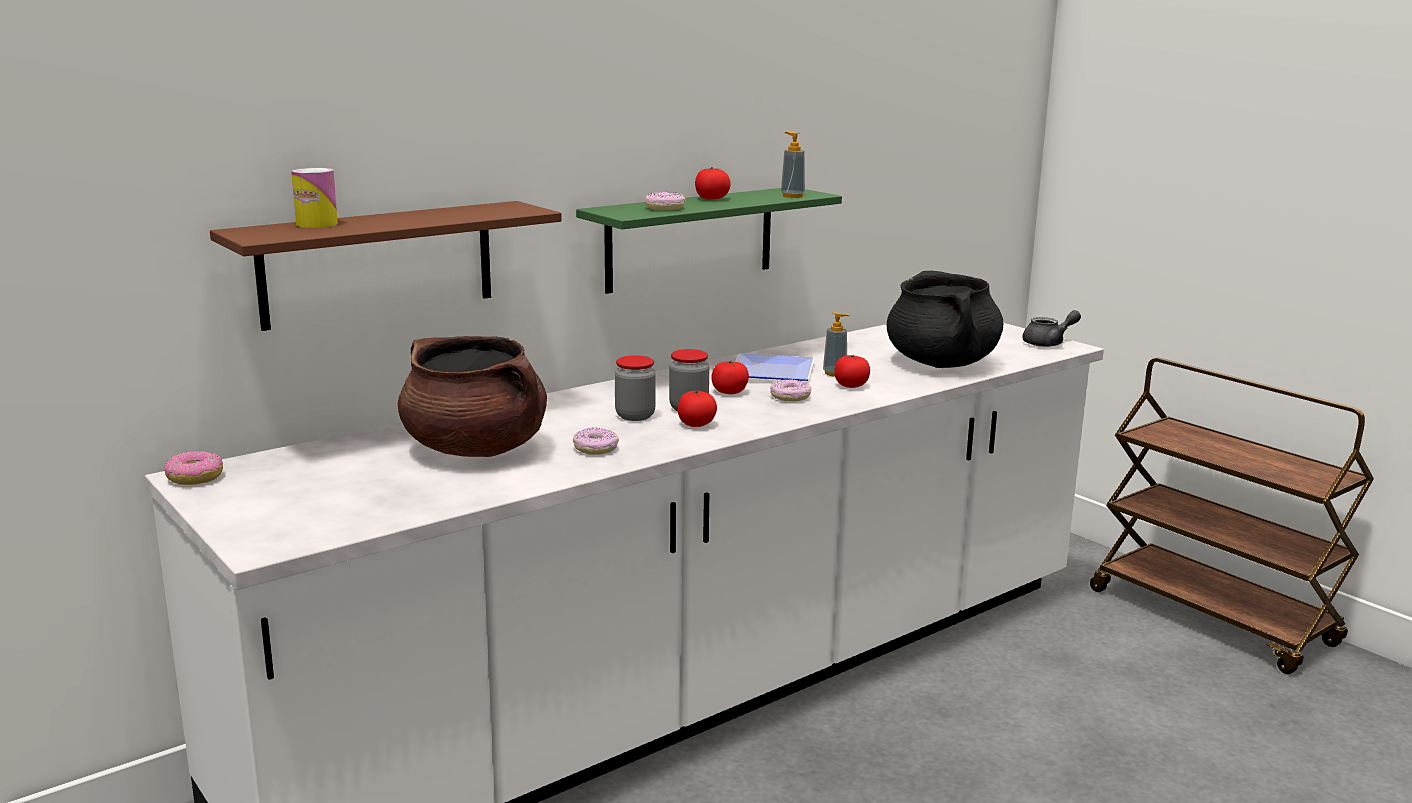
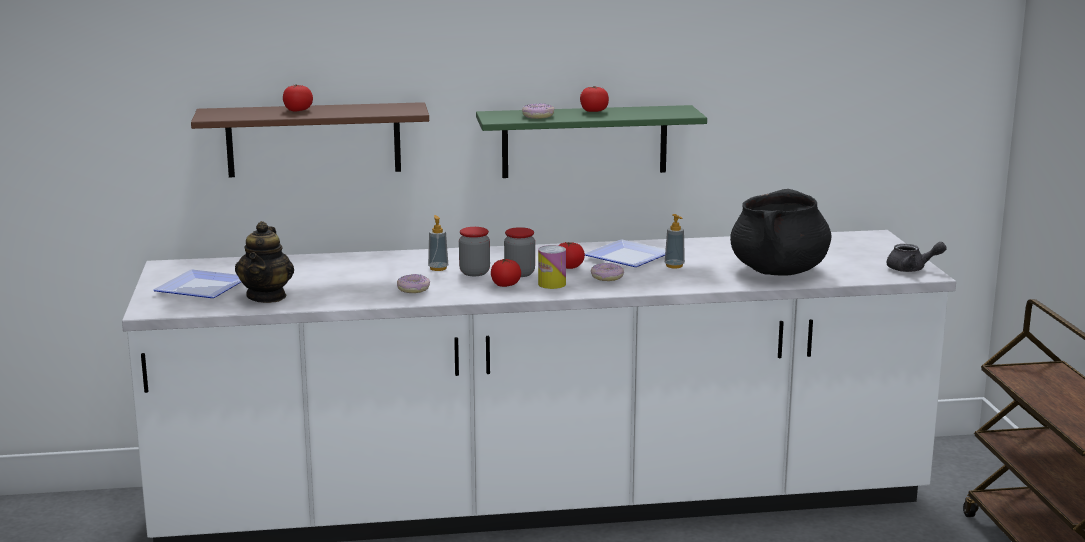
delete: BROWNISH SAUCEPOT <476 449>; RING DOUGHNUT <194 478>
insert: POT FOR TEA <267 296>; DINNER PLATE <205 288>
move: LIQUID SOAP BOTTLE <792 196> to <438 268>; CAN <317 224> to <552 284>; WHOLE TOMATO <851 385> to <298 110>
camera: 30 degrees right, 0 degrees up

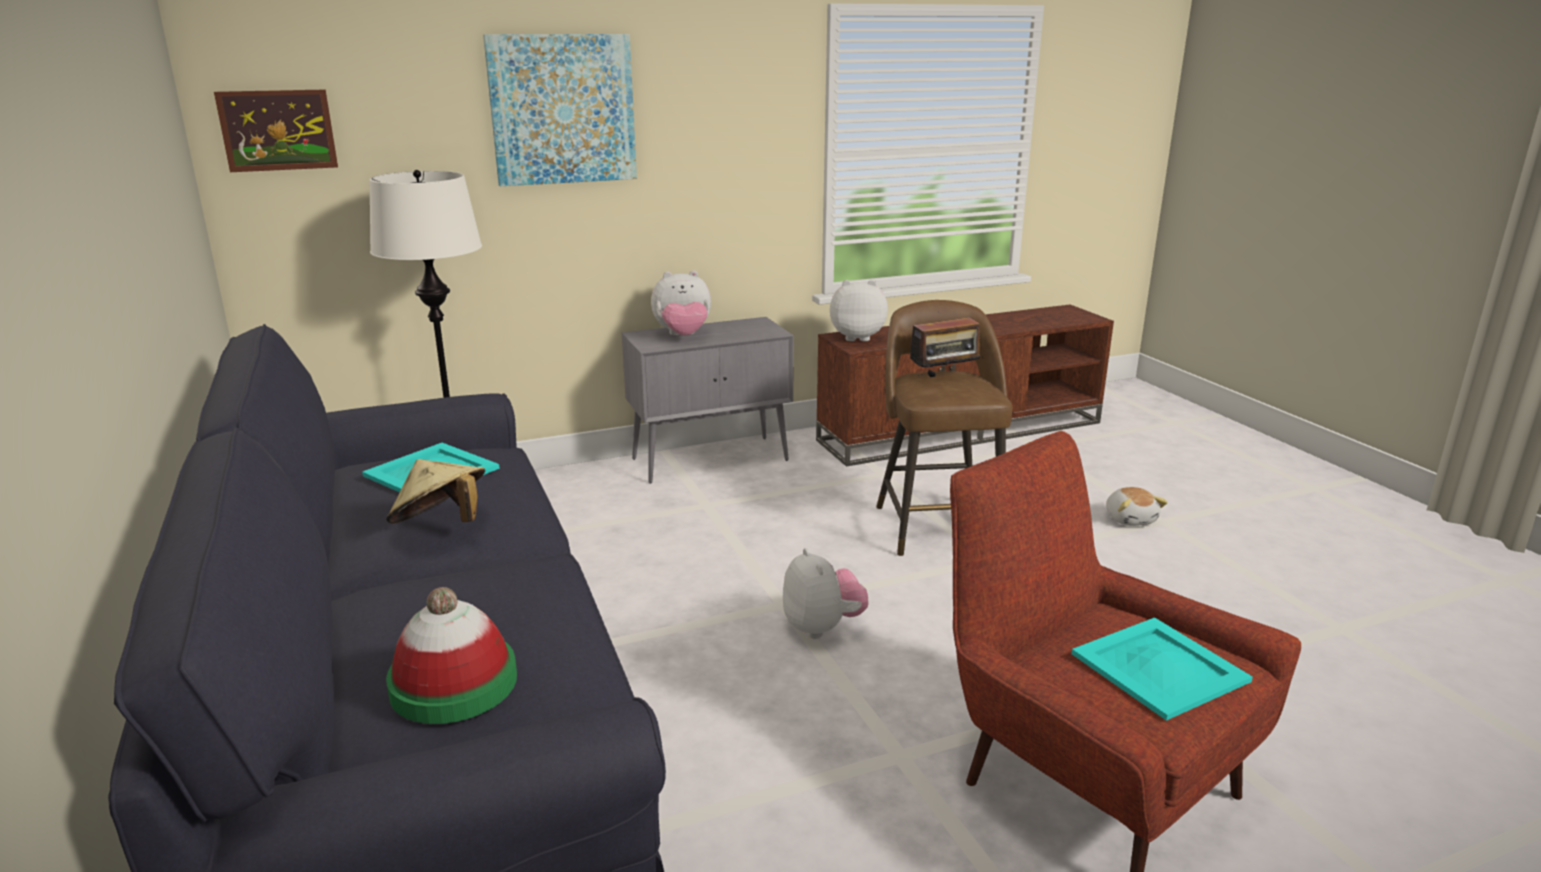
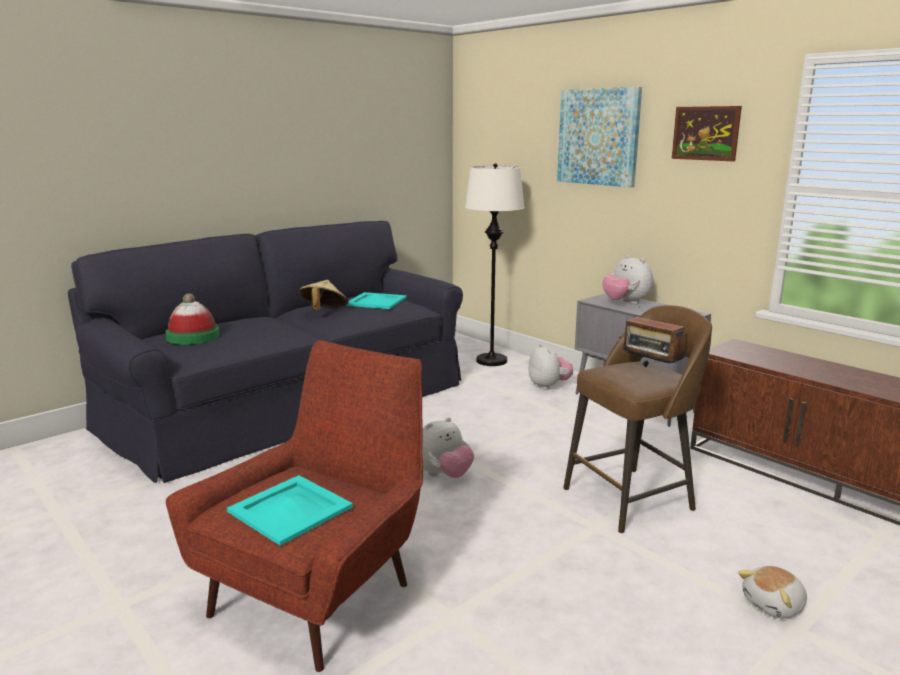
move: WALL ART <278 130> to <705 133>; CUDDLY TOY <857 337> to <549 386>
camera: 70 degrees right, 5 degrees down

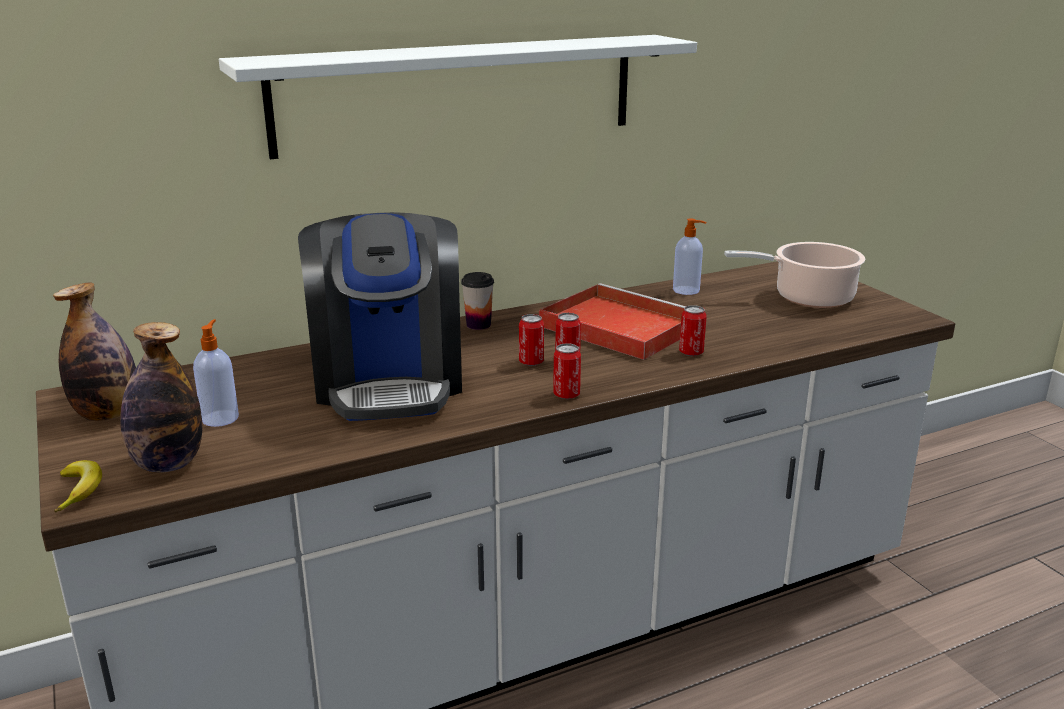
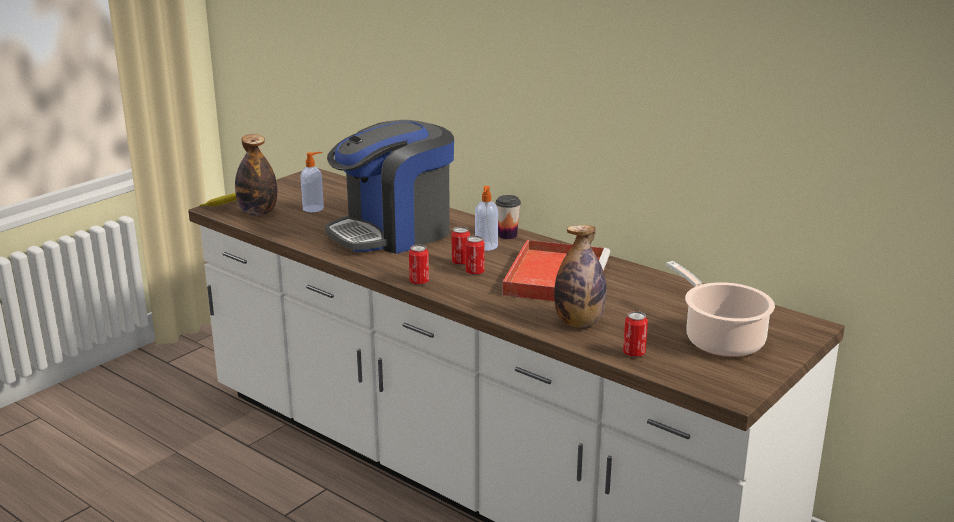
delete: WHITE-COLOURED SHELF <459 93>
move: LIQUID SOAP BOTTLE <687 290> to <486 247>; BEVERAGE BOTTLE <108 414> to <579 323>; CAN <691 352> to <634 353>
camera: 65 degrees right, 0 degrees up

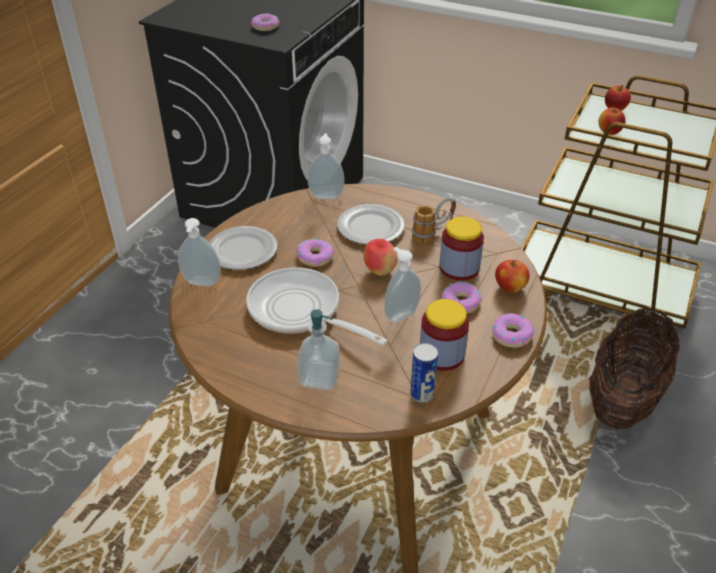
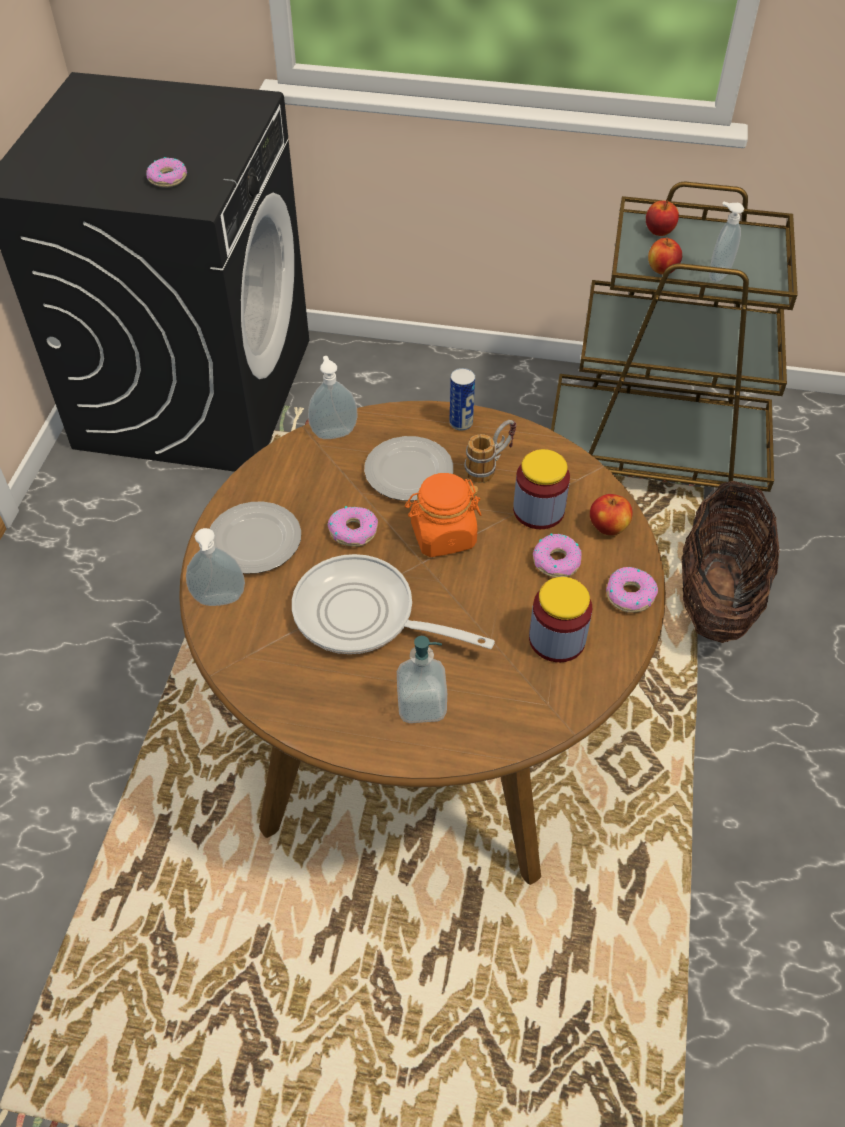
move: LIQUID SOAP BOTTLE <400 314> to <717 274>; CAN <422 394> to <461 423>
replace: WHOLE APPLE <380 271> to ORANGEY STORAGE JAR <443 536>
camera: 15 degrees left, 10 degrees up

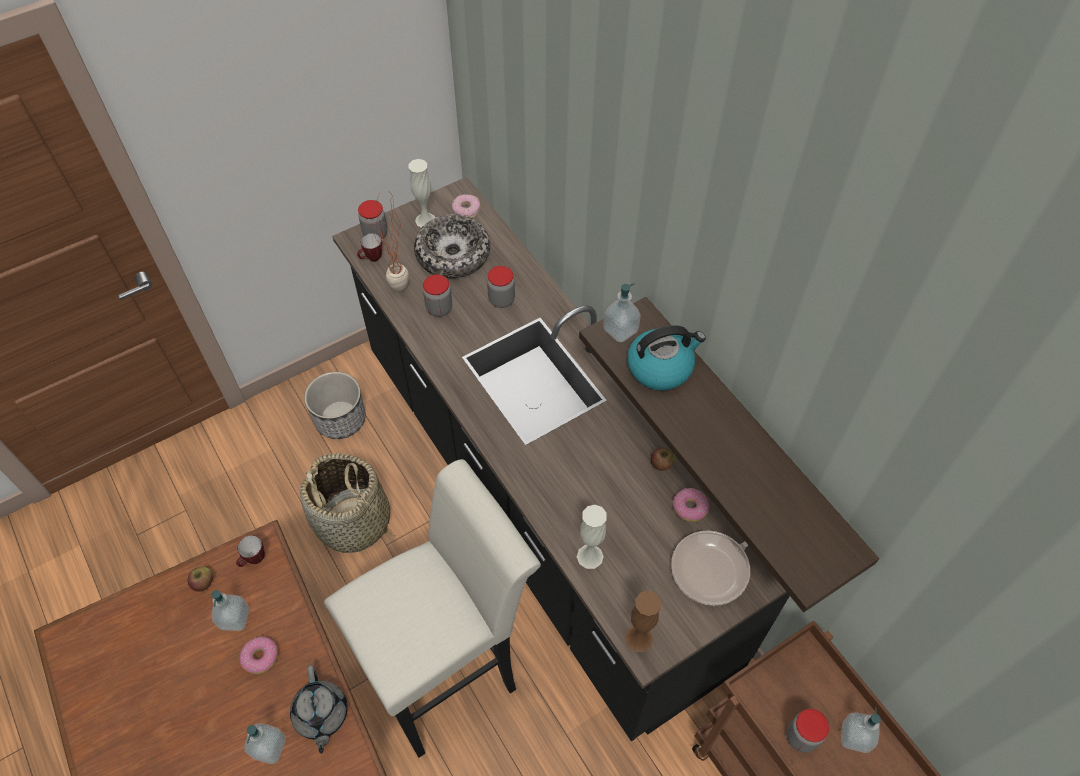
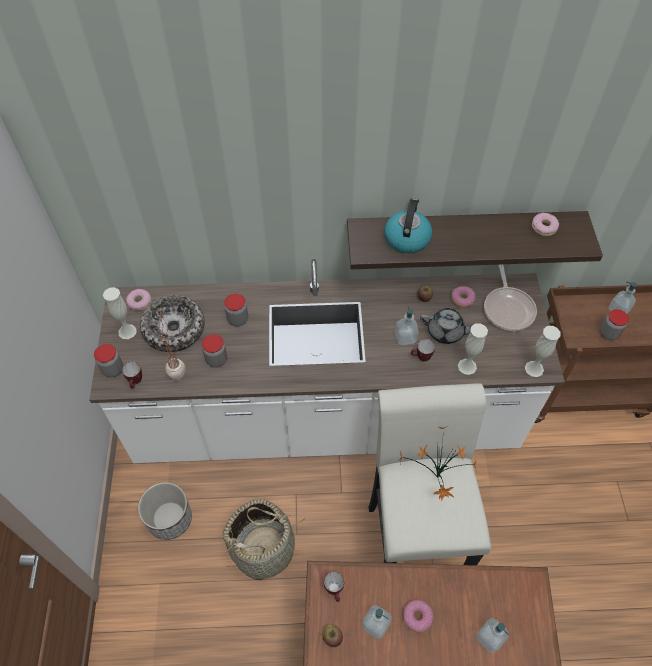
insert: RING DOUGHNUT <543 227>; TEA MUG <421 358>; POTTED PLANT <436 479>
move: LIQUID SOAP BOTTLE <620 330> to <405 337>; GRAY POT FOR TEA <321 715> to <446 332>
recolor: BLACK-COLOURED KITCHEN COUNTER <540 502> to WHITE-COLOURED KITCHEN COUNTER <326 419>; BROWNISH DECORATIVE VASE <638 638> to WHITE-COLOURED DECORATIVE VASE <534 368>
camera: 60 degrees left, 0 degrees up

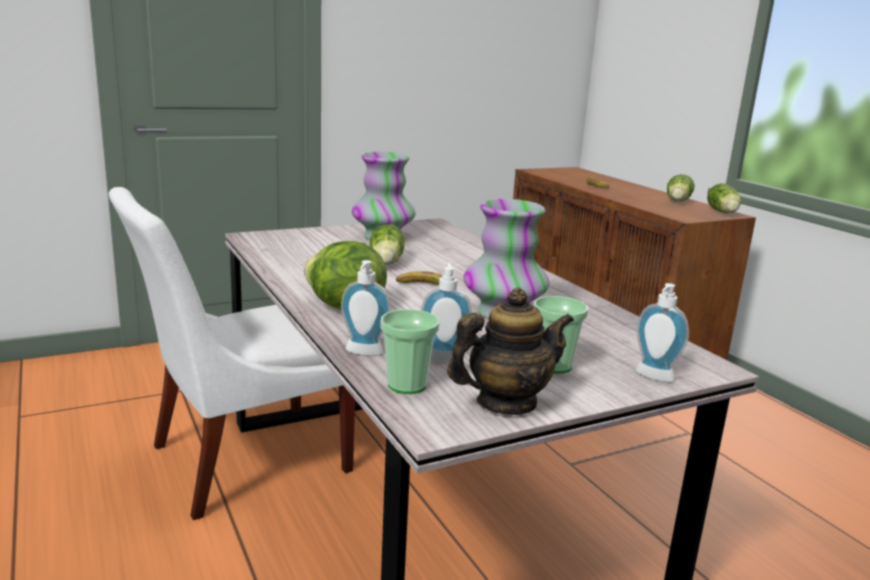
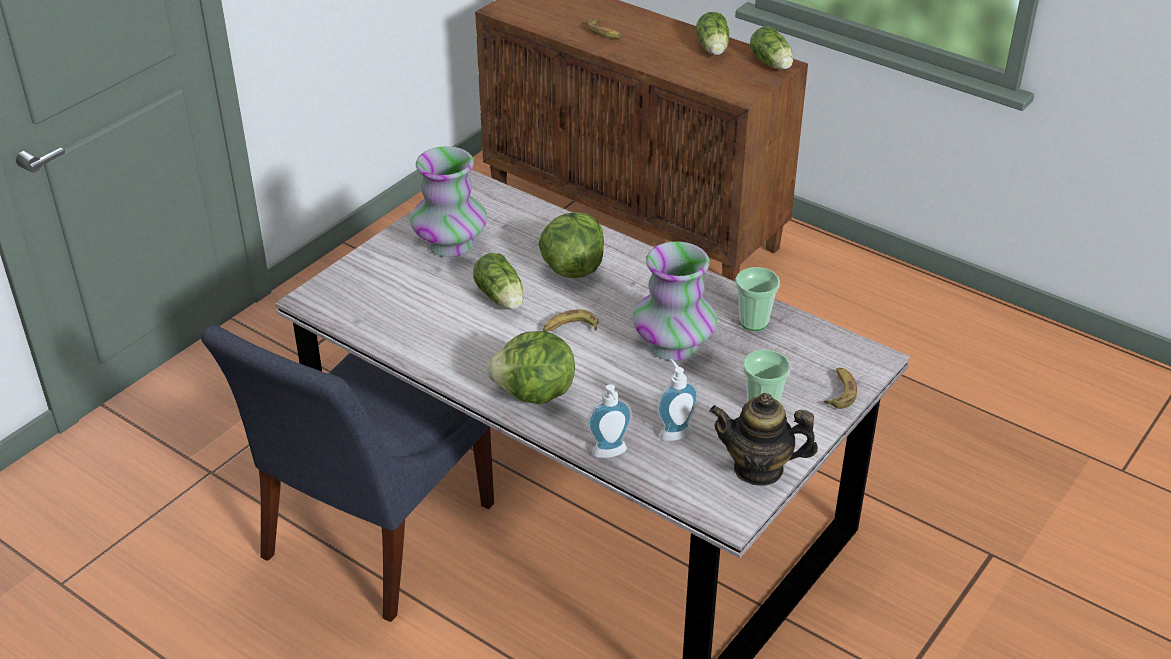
insert: HEAD OF LETTUCE <572 268>
move: DRINKING CUP <407 385> to <753 322>
replace: LIQUID SOAP BOTTLE <653 377> to BANANA <839 391>
recolor: WHITE-COLOURED PLAIN CHAIR <241 460> to BLUE-COLOURED PLAIN CHAIR <371 537>
rotate: POT FOR TEA <506 403> = <759 469> 120 degrees counterclockwise
camera: 25 degrees left, 20 degrees up

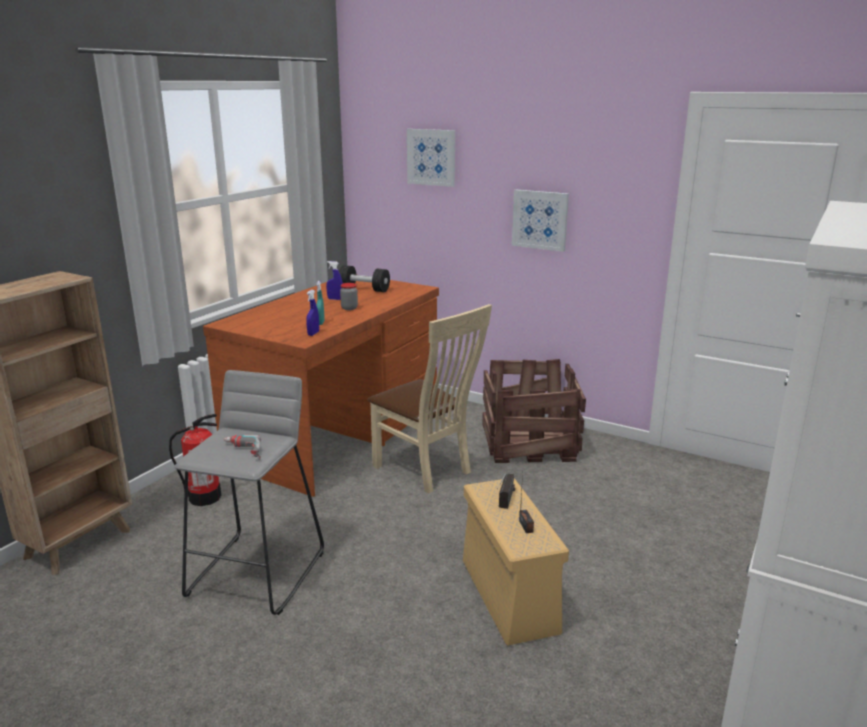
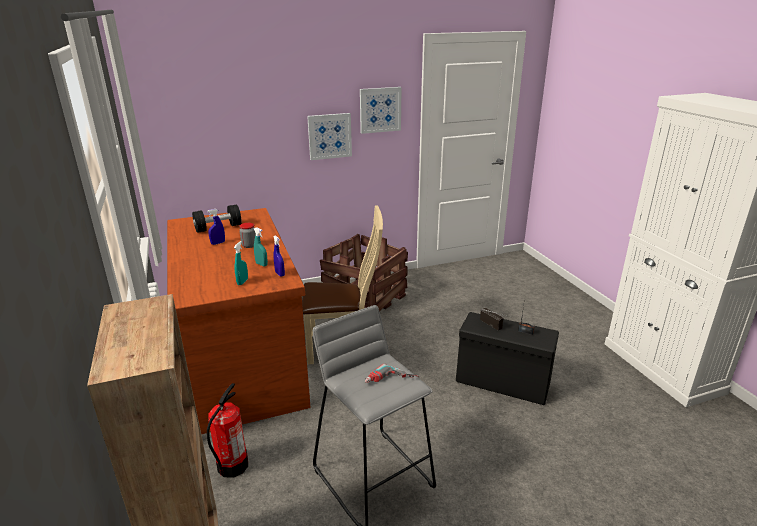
insert: TURQUOISE-COLOURED HAND SPRAYER <242 282>
move: WALL ART <431 157> to <380 110>
recolor: BEIGE STORAGE BIN <507 594> to BLACK-COLOURED STORAGE BIN <501 382>
camera: 50 degrees left, 5 degrees up

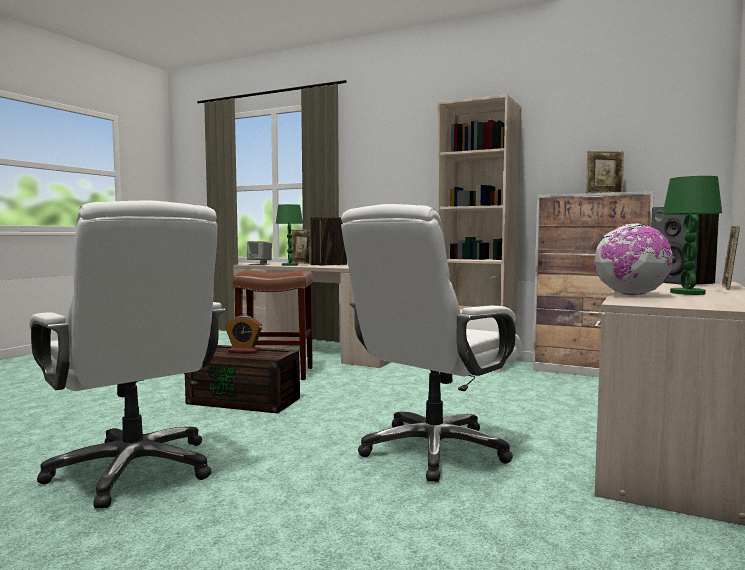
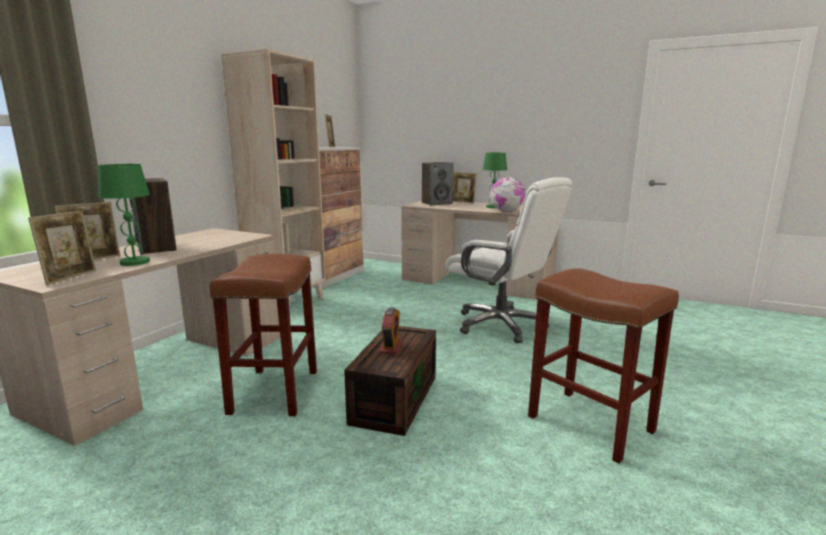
replace: WHITE-COLOURED COMPUTER CHAIR <135 470> to BROWNISH STOOL <592 424>; GRAY AUDIO SPEAKER <260 264> to PICTURE FRAME <71 277>
camera: 90 degrees left, 10 degrees up

